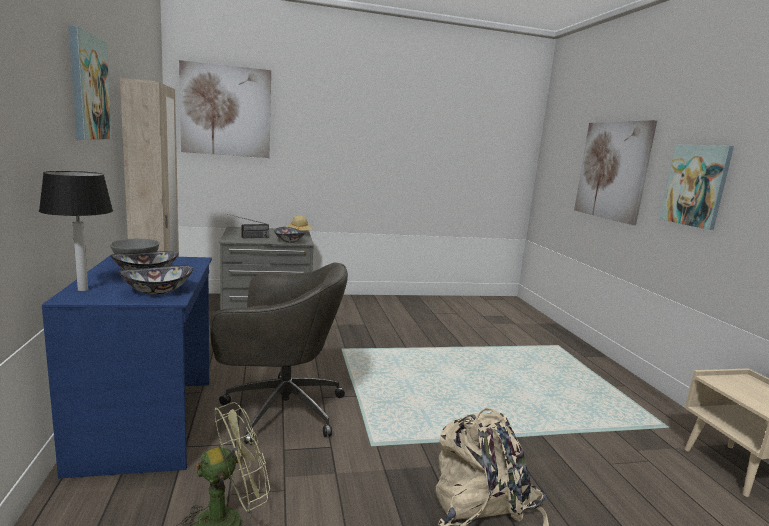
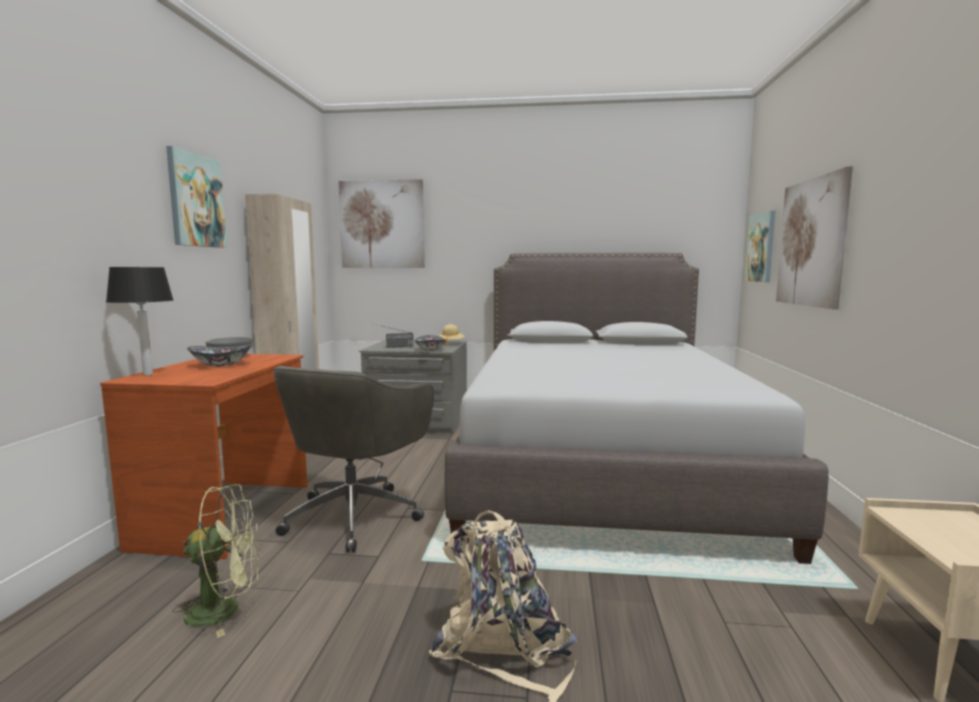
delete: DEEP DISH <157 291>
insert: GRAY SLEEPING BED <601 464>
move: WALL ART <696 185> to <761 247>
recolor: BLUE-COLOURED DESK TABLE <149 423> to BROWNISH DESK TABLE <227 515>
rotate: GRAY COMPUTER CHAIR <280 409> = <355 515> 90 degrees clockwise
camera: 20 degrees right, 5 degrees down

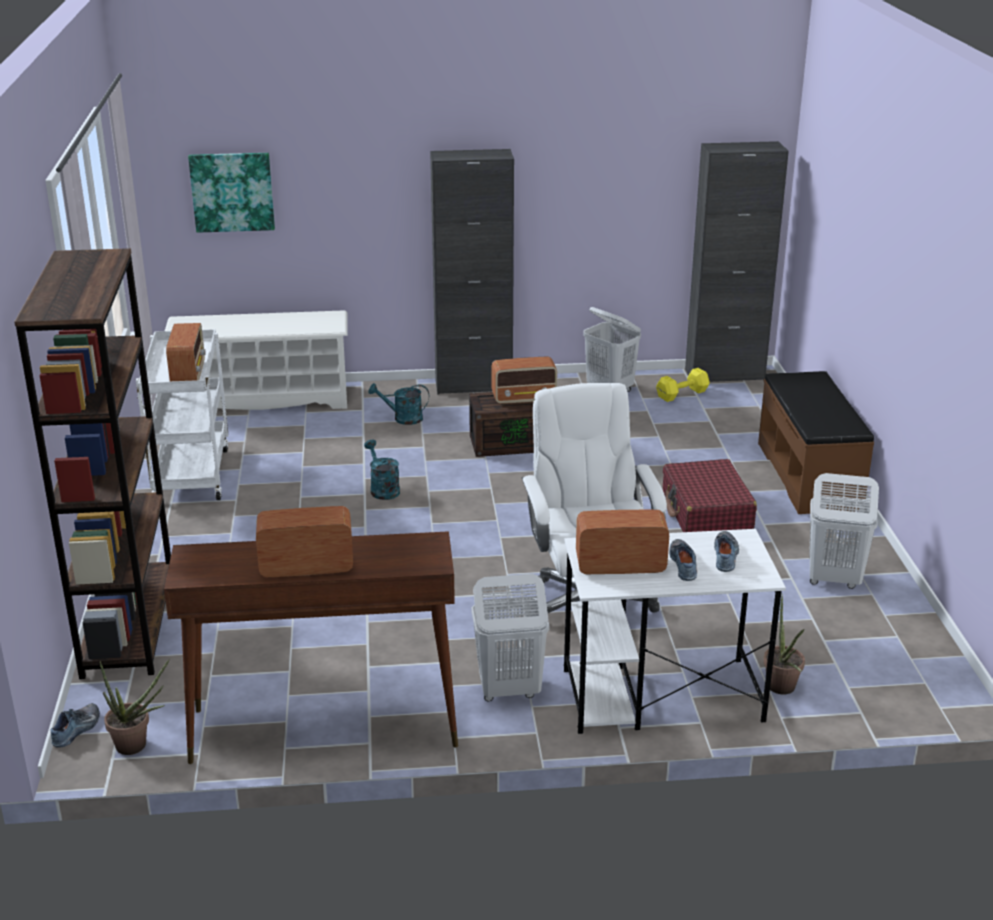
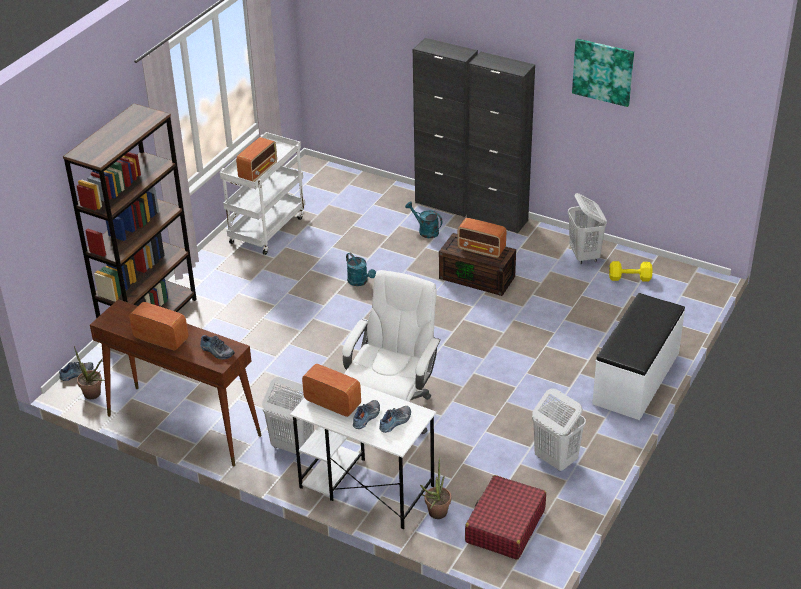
delete: WHITE-COLOURED SHOE SHELF <263 399>
insert: SHOE <216 352>
move: BLACK-COLOURED STORAGE CABINET <724 374> to <445 203>; WALL ART <232 192> to <603 71>; REDDISH TRAVEL CASE <706 512> to <505 526>
recolor: BROWNISH INDOOR BENCH <809 475> to WHITE-COLOURED INDOOR BENCH <637 378>
rotate: TURQUOISE-COLOURED SPRINKLING CAN <382 489> = <360 282> 135 degrees clockwise
camera: 35 degrees right, 10 degrees up

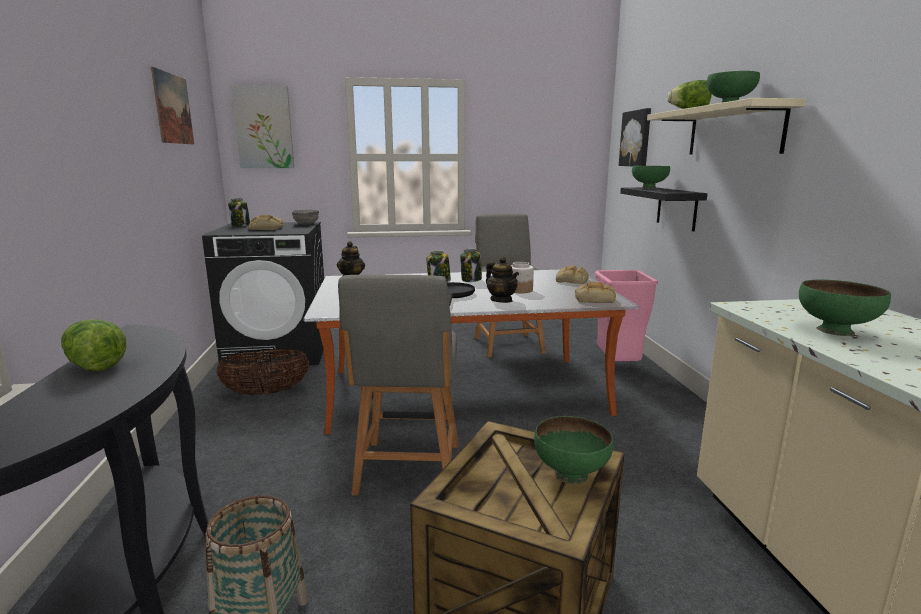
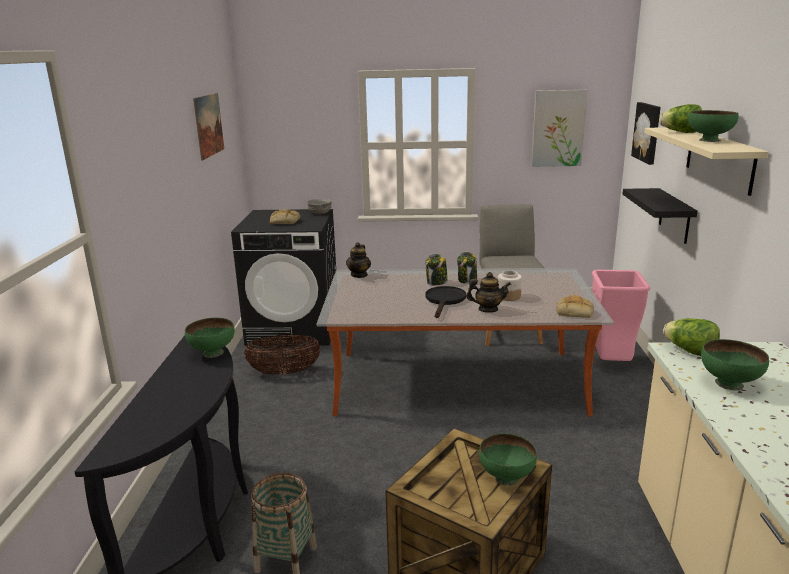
delete: STORAGE JAR <241 225>; BAKERY BREAD <572 281>; GRAY PLAIN CHAIR <408 471>
move: WALL ART <264 128> to <558 128>; GREEN DEEP DISH <648 188> to <212 353>; HEAD OF LETTUCE <94 365> to <690 351>
rotate: POT FOR TEA <501 300> = <488 309> 60 degrees counterclockwise
camera: 10 degrees right, 5 degrees up

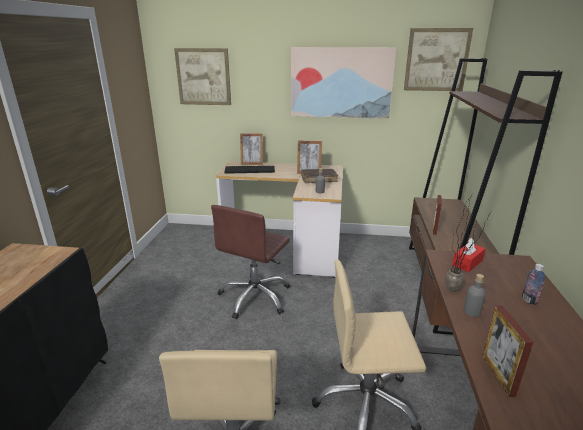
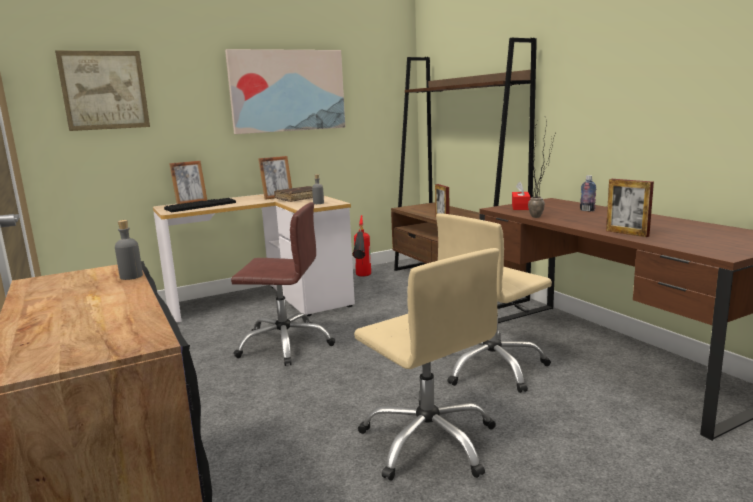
delete: WALL ART <436 60>
insert: EXTINGUISHER <362 278>
move: GRAY BEVERAGE BOTTLE <471 311> to <131 276>
rotate: BROWNISH COMPUTER CHAIR <255 297> = <285 344> 75 degrees counterclockwise
camera: 35 degrees left, 10 degrees down

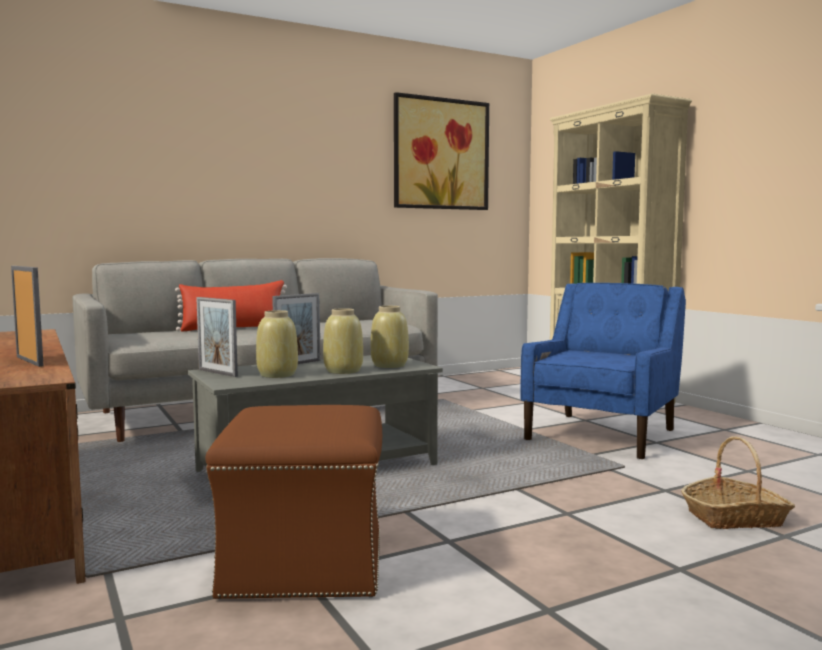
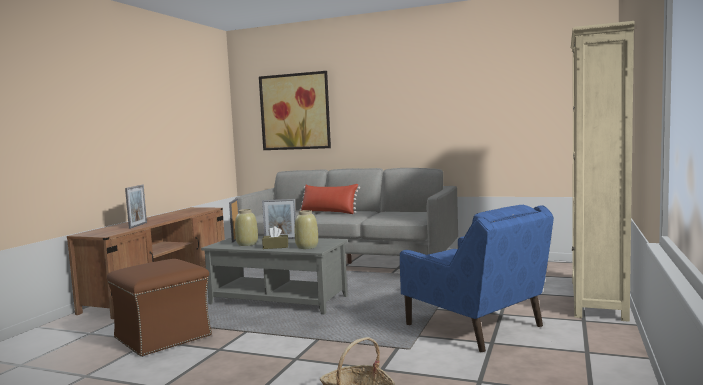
move: WALL ART <441 154> to <295 111>
replace: BEIGE DECORATIVE VASE <343 371> to BROWNISH BOX OF TISSUES <275 247>
rotate: BLUE-COLOURED EASY CHAIR <602 434> = <474 326> 60 degrees clockwise
camera: 50 degrees right, 0 degrees up

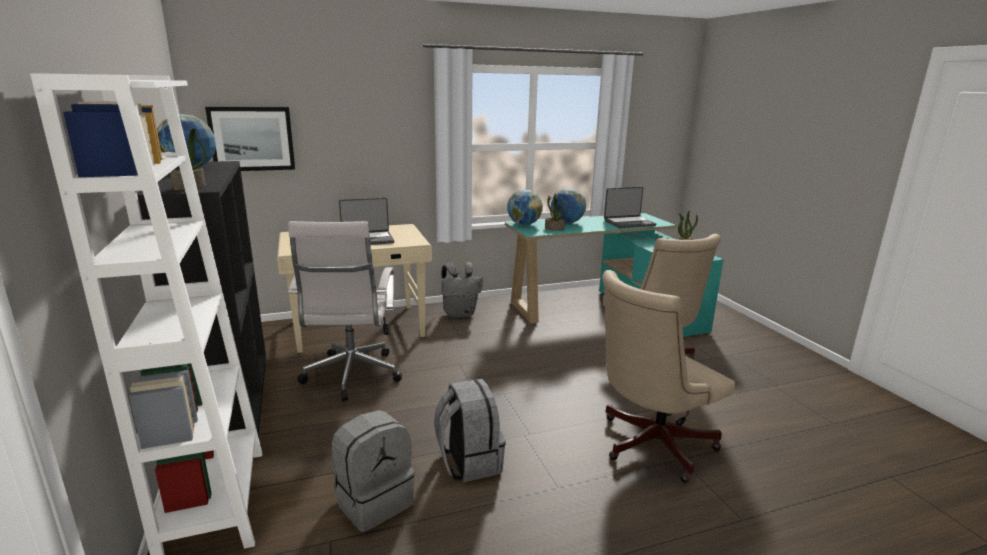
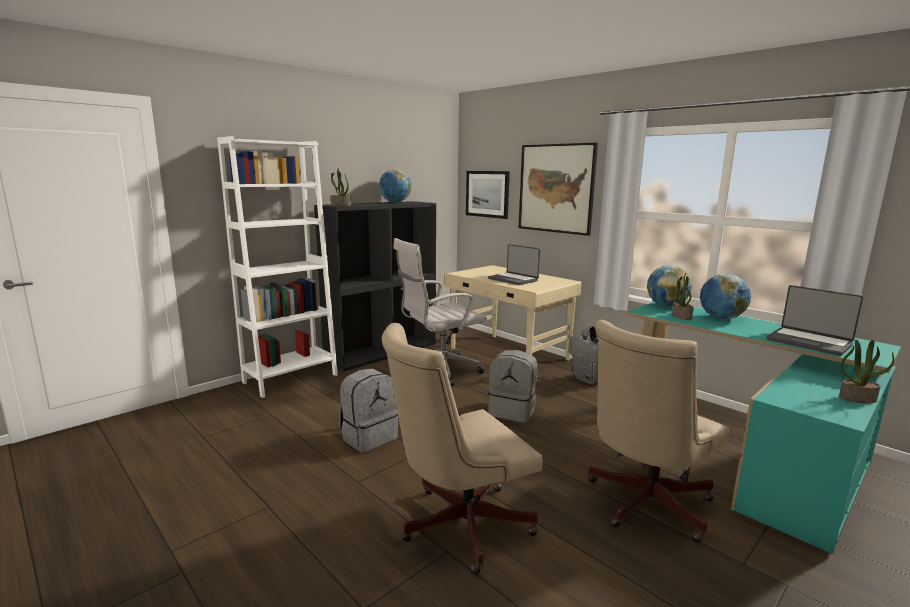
insert: WALL ART <556 188>
move: GRAY KNAPSACK <374 501> to <513 411>
rotate: BEIGE COMPUTER CHAIR <649 445> = <458 525> 60 degrees counterclockwise
camera: 65 degrees right, 5 degrees down

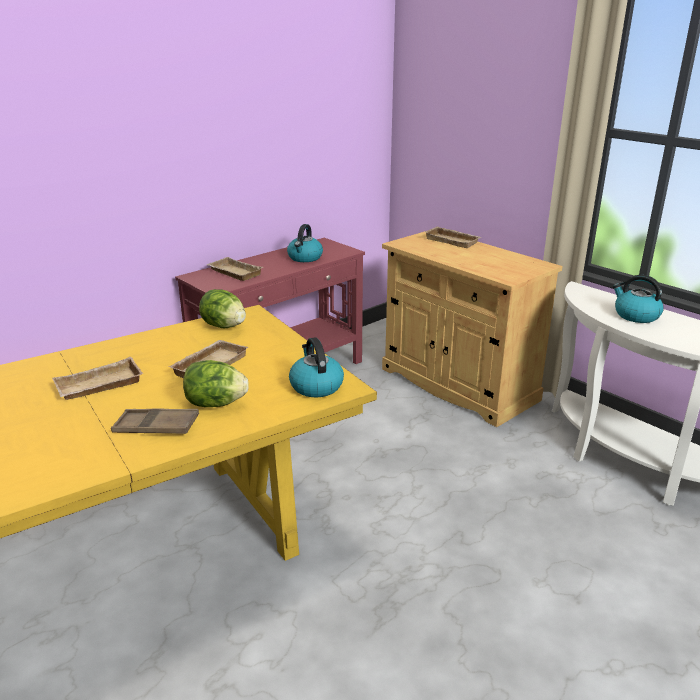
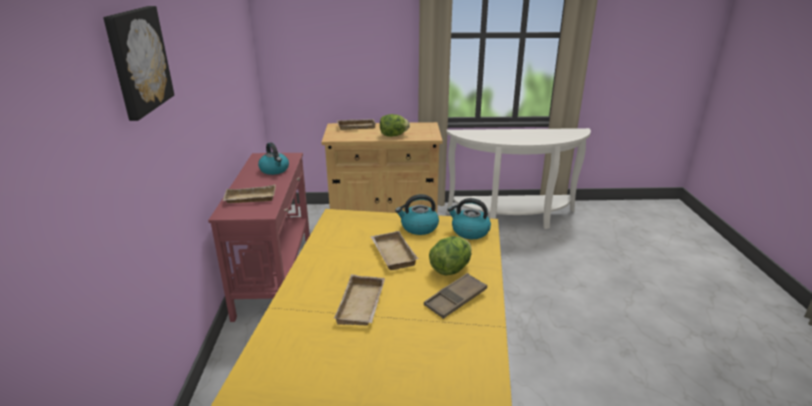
insert: WALL ART <137 61>
move: KETTLE <635 315> to <418 227>; HEAD OF LETTUCE <224 326> to <393 135>
camera: 50 degrees left, 0 degrees up

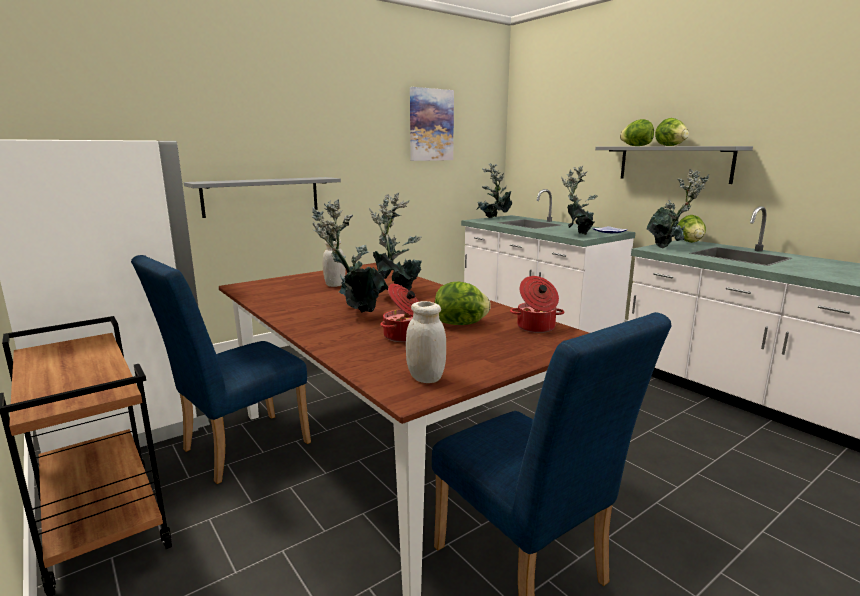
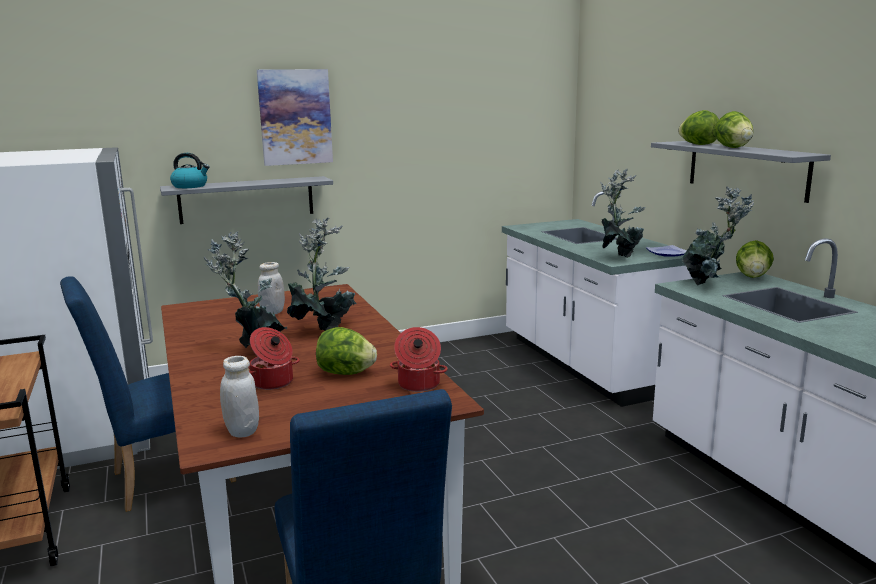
delete: POTTED PLANT <494 218>
insert: KETTLE <190 186>
move: WALL ART <431 125> to <295 117>
camera: 15 degrees right, 0 degrees up

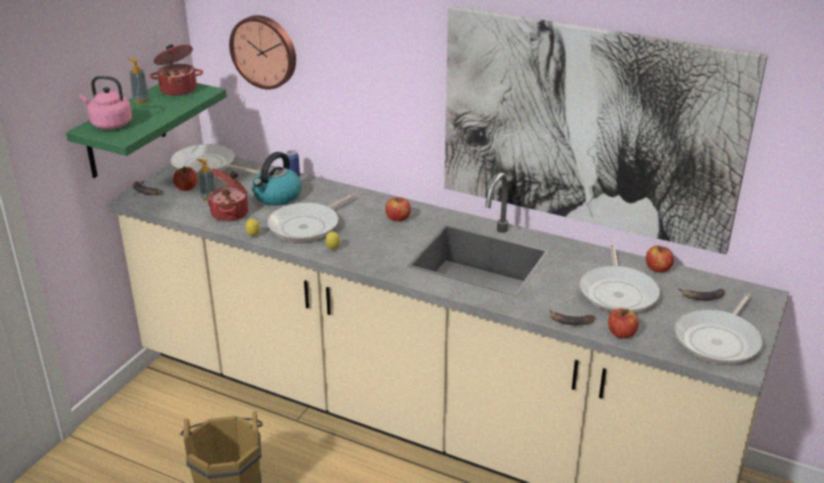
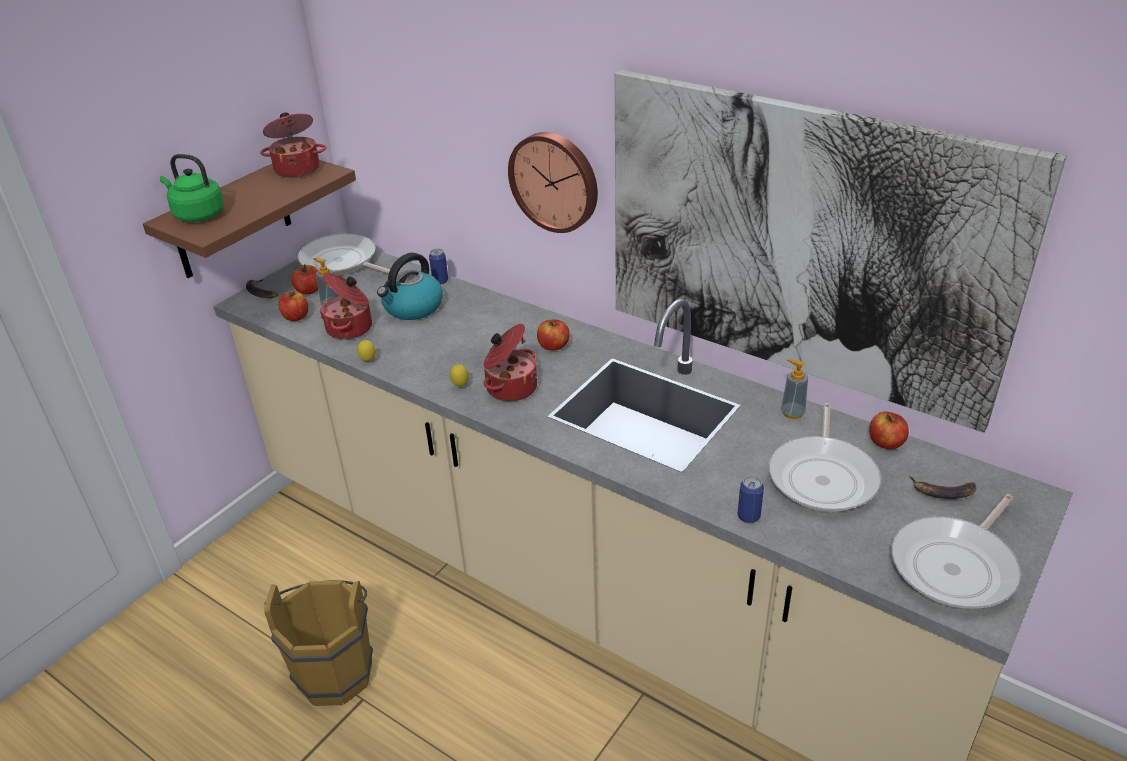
delete: SKILLET <307 226>
insert: SAUCEPOT <510 387>
move: WALL CLOCK <265 51> to <555 181>; LIQUID SOAP BOTTLE <141 100> to <792 413>; WHOLE APPLE <621 333> to <296 317>
replace: BANANA <571 320> to CAN <748 516>
recolor: PINK-COLOURED KETTLE <109 124> to GREEN KETTLE <197 214>; GREEN SHELF <125 129> to BROWNISH SHELF <232 218>
camera: 10 degrees right, 5 degrees up

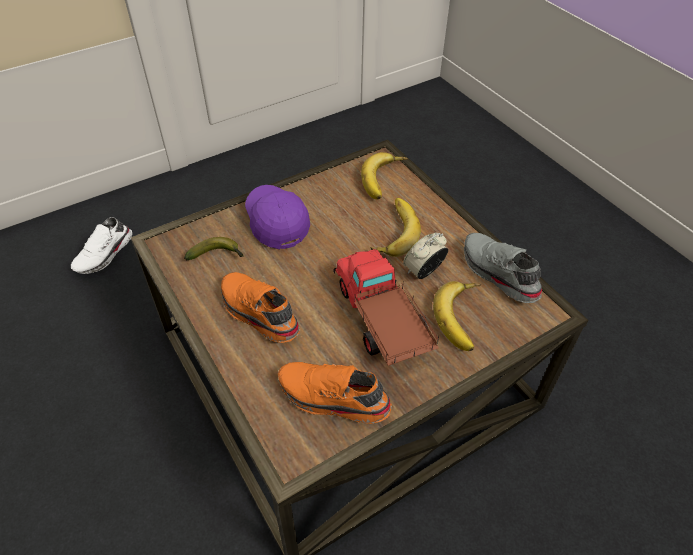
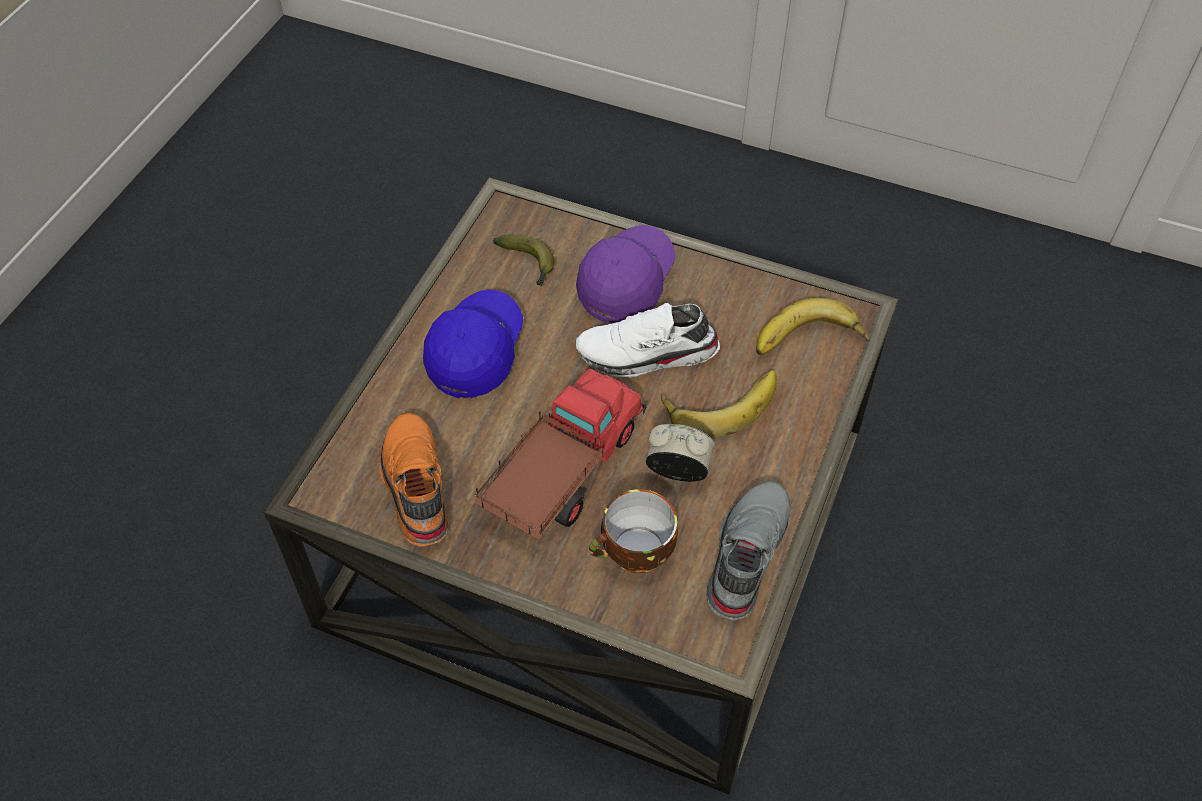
move: WHITE-COLOURED SHOE <105 254> to <647 355>
replace: ORANGEY SHOE <257 314> to BLUE-COLOURED PEAKED CAP <476 352>; BANANA <464 318> to DRINKING CUP <635 554>
camera: 55 degrees right, 5 degrees up

